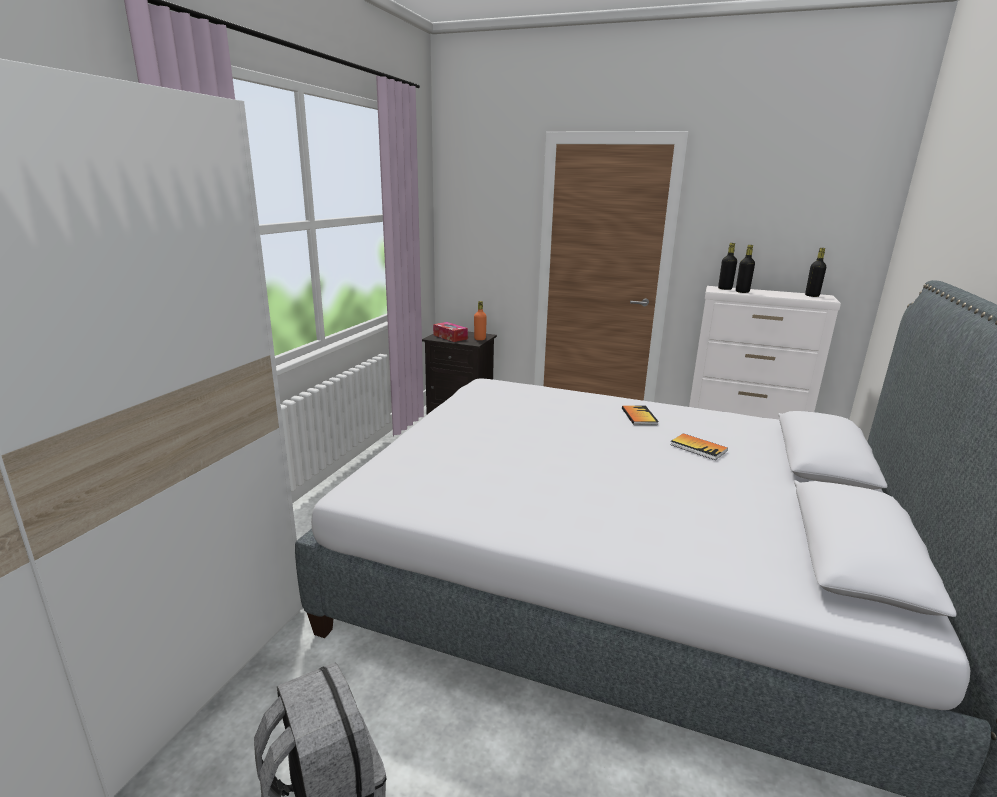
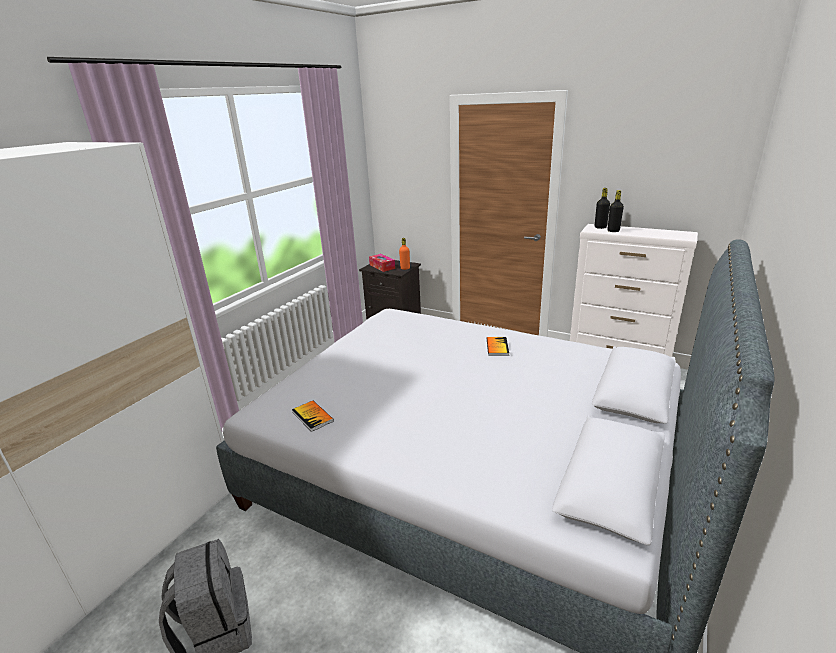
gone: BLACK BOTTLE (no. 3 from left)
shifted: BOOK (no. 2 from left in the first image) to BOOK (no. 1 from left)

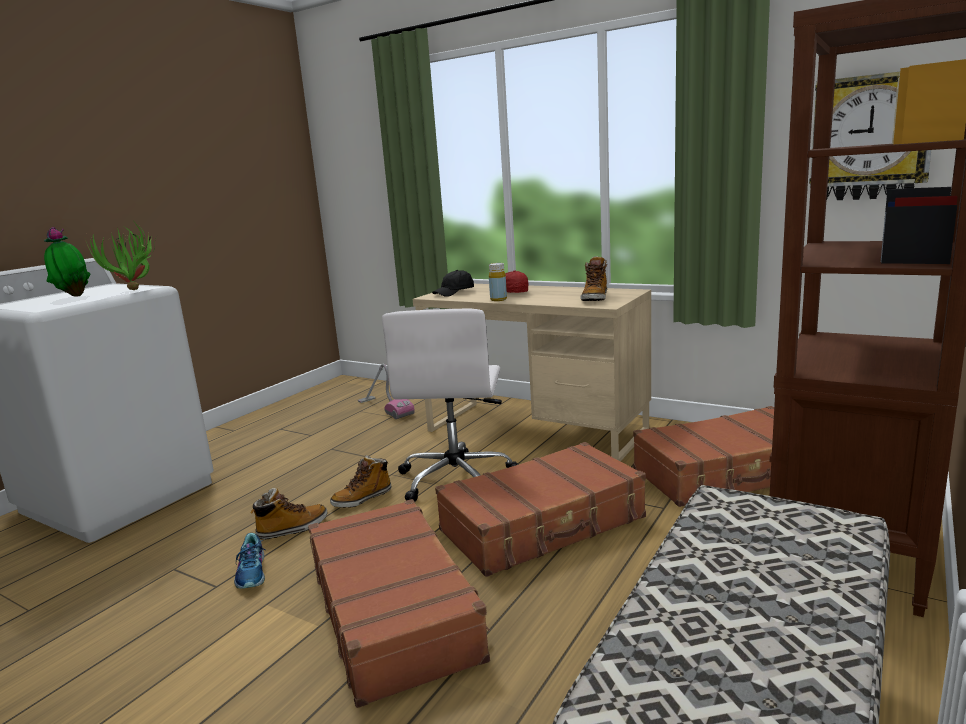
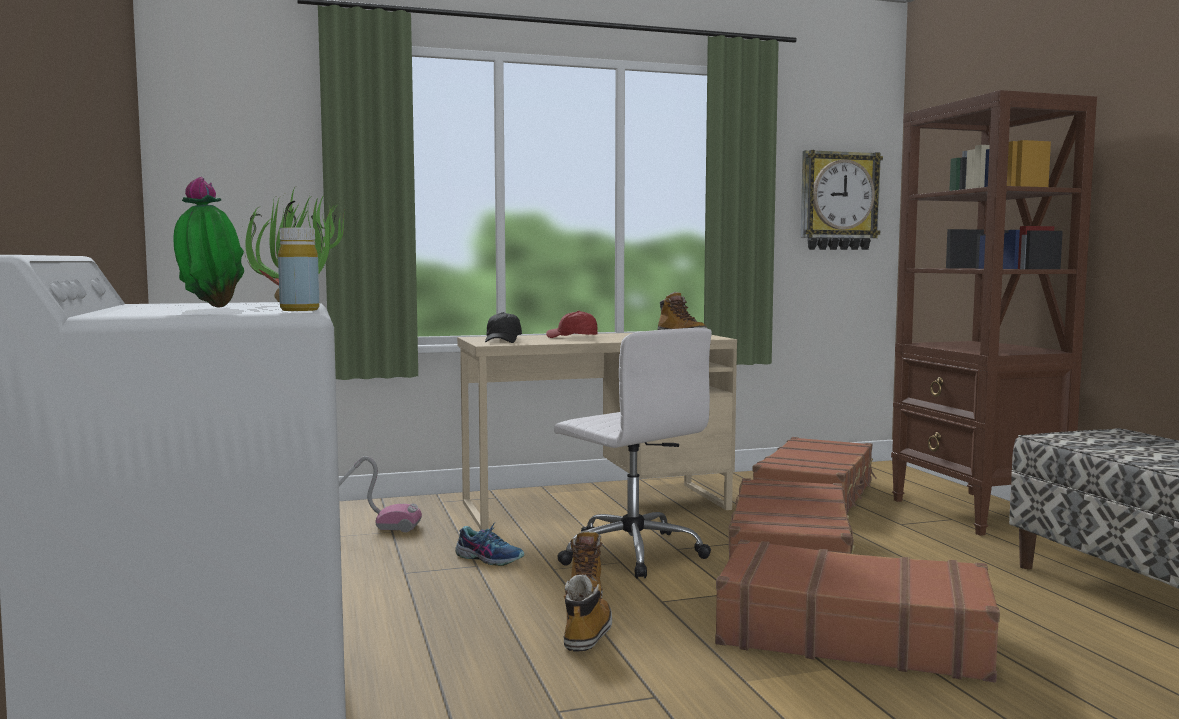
shifted: SHOE; YELLOW BOTTLE

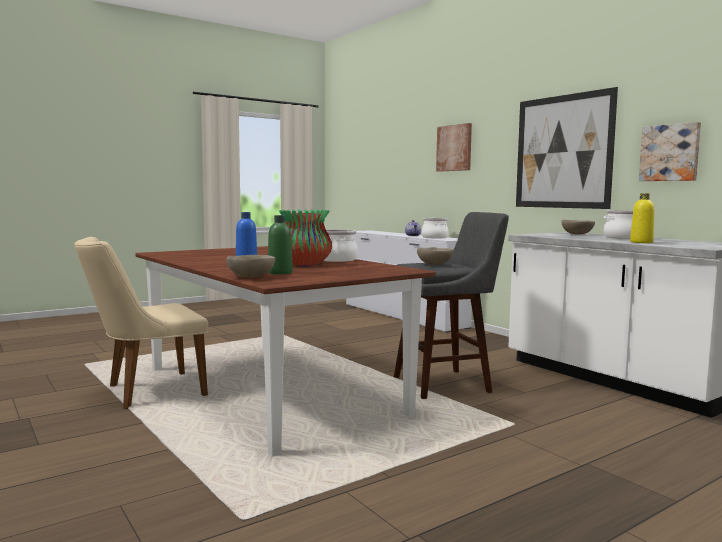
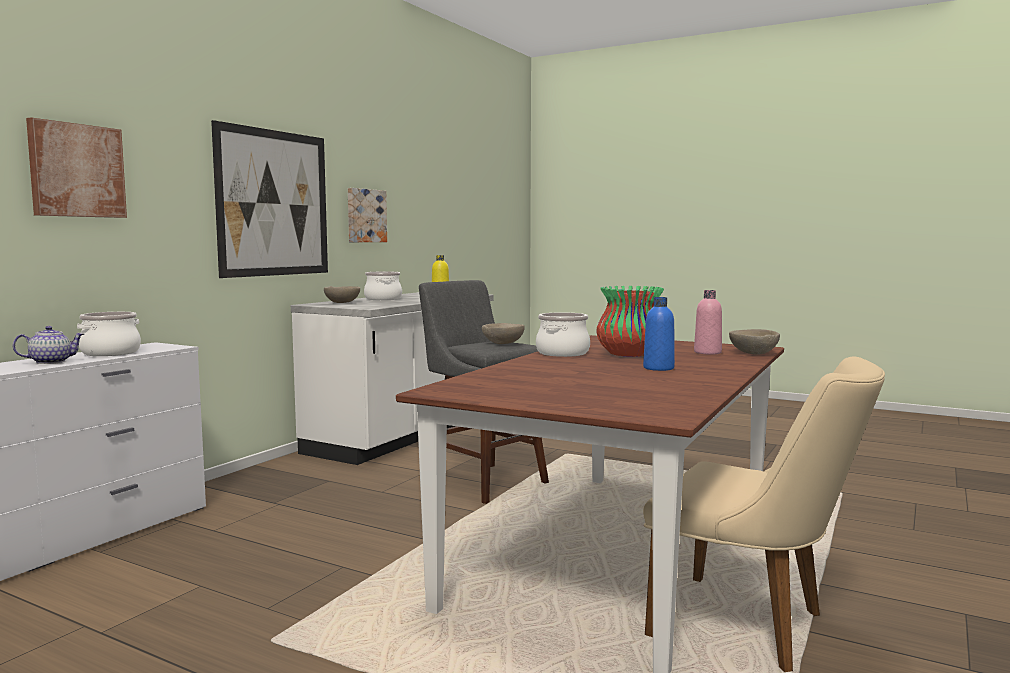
repainted: GREEN BOTTLE to PINK BOTTLE

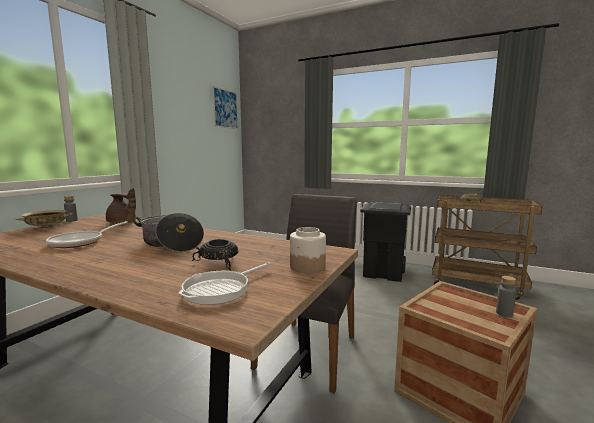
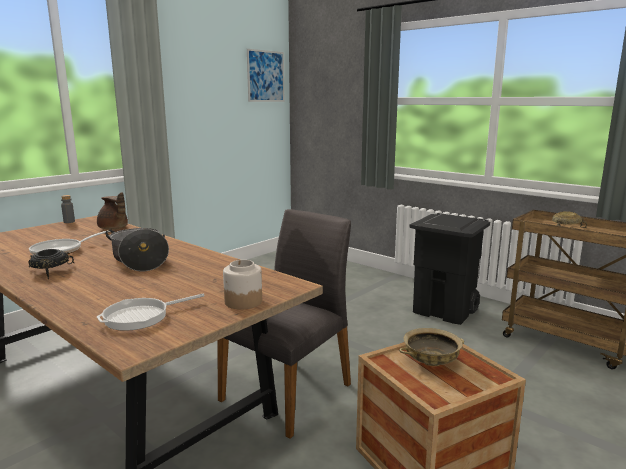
gone: GREY BOTTLE (no. 2 from left)
shifted: BEIGE BOWL (no. 1 from left); BLACK BOWL

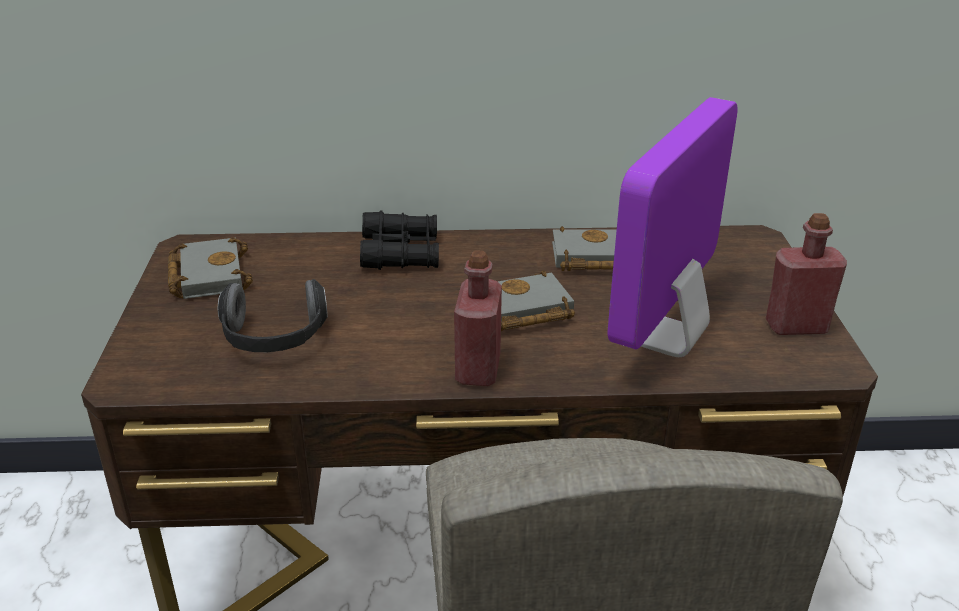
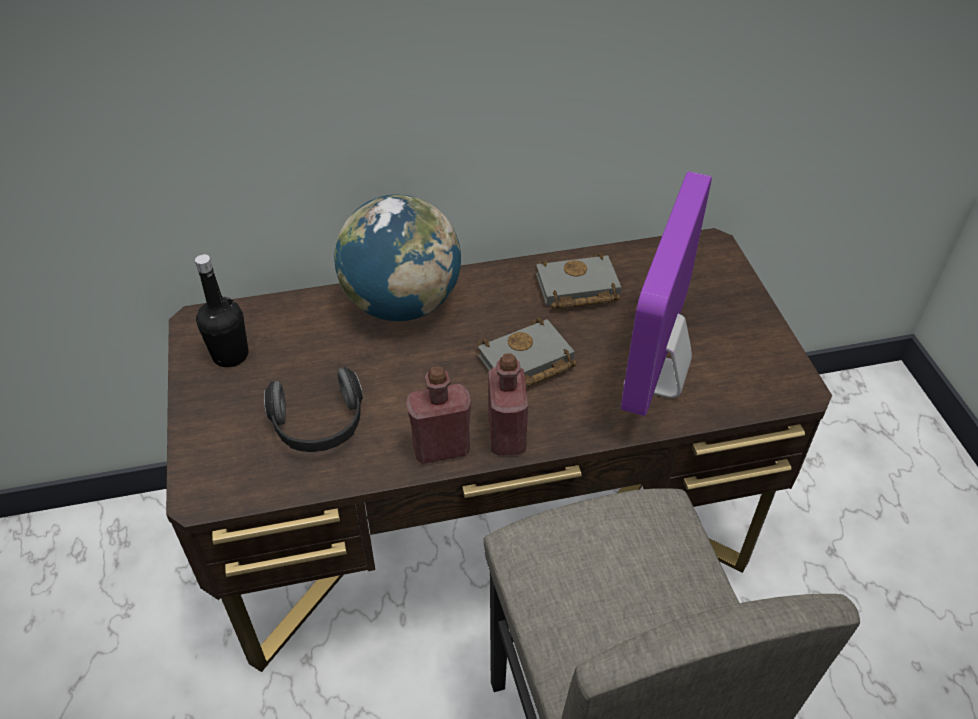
shifted: RED BOTTLE (no. 2 from left in the first image) to RED BOTTLE (no. 1 from left)
swapped: GREY BOOK (no. 1 from left) to BLACK BOTTLE; BLACK BINOCULARS to GLOBE

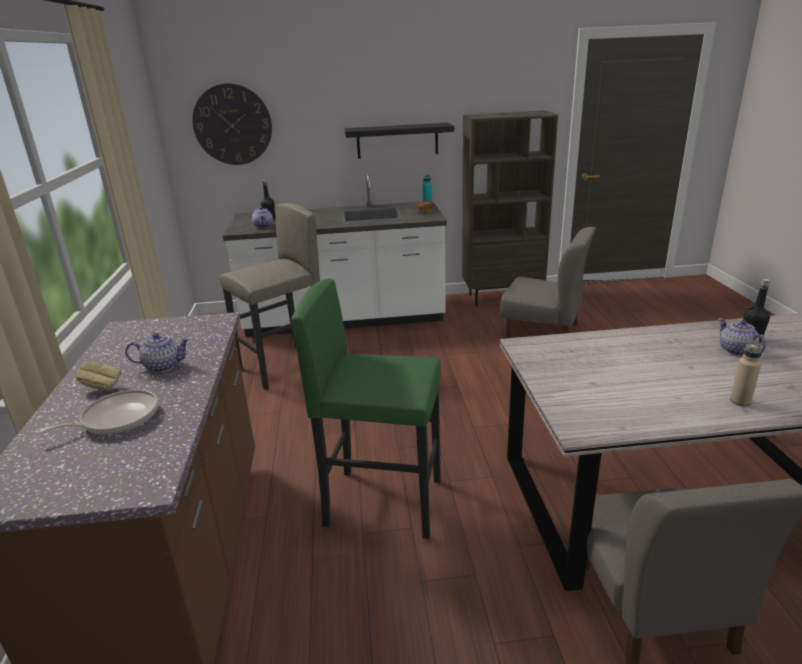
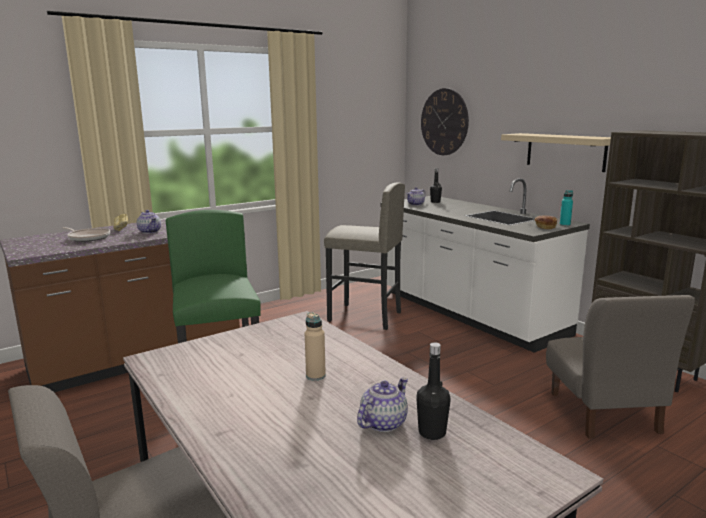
shifted: BEIGE BOTTLE
repainted: BLACK SHELF to BEIGE SHELF

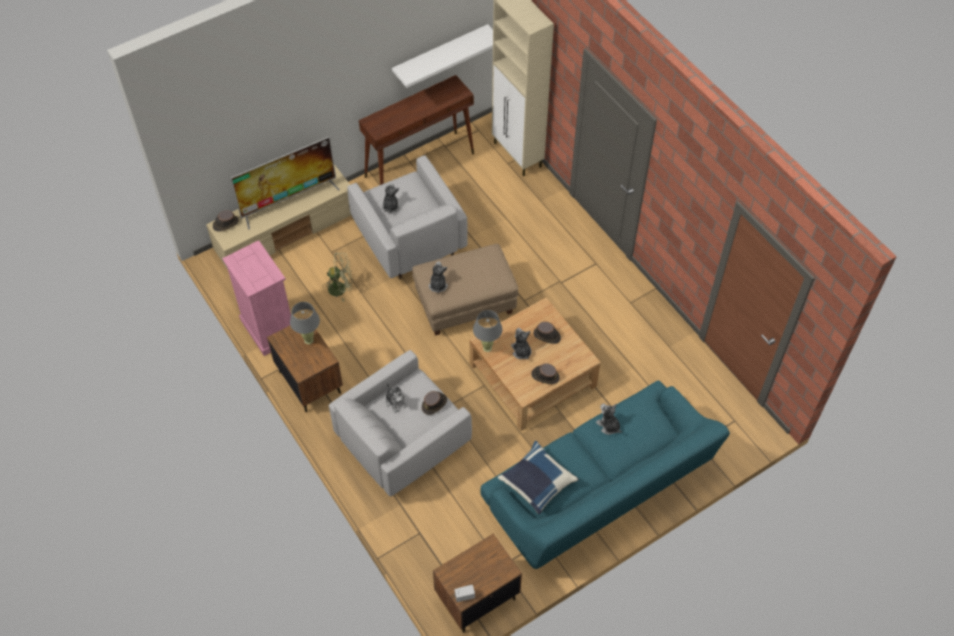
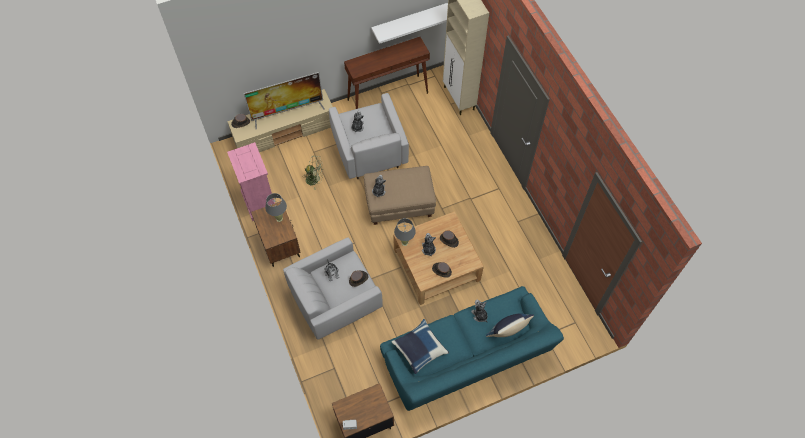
new: BLUE PILLOW (no. 2 from left)

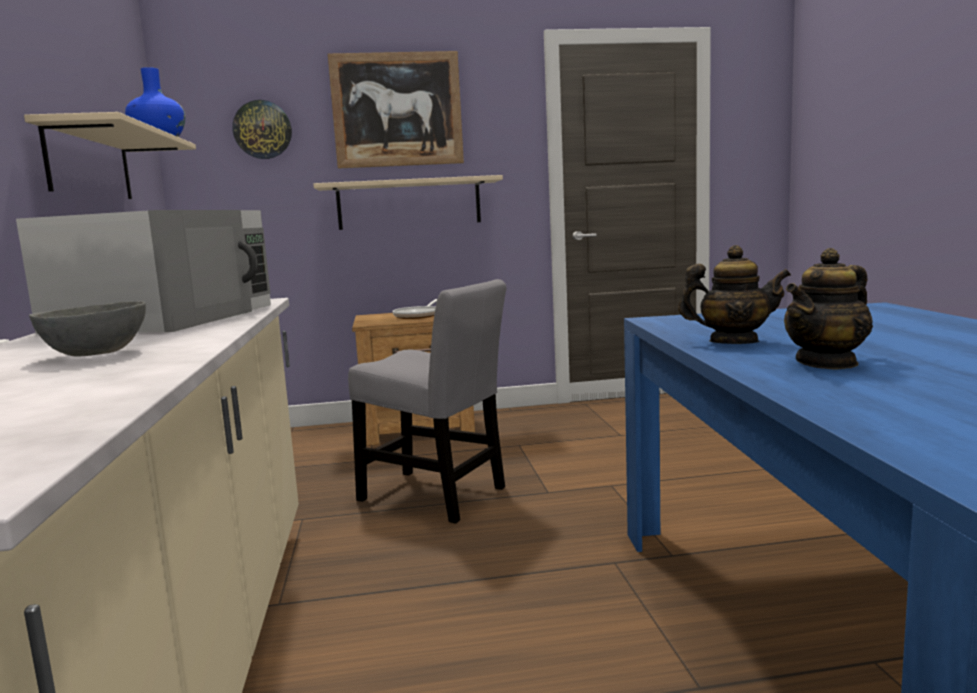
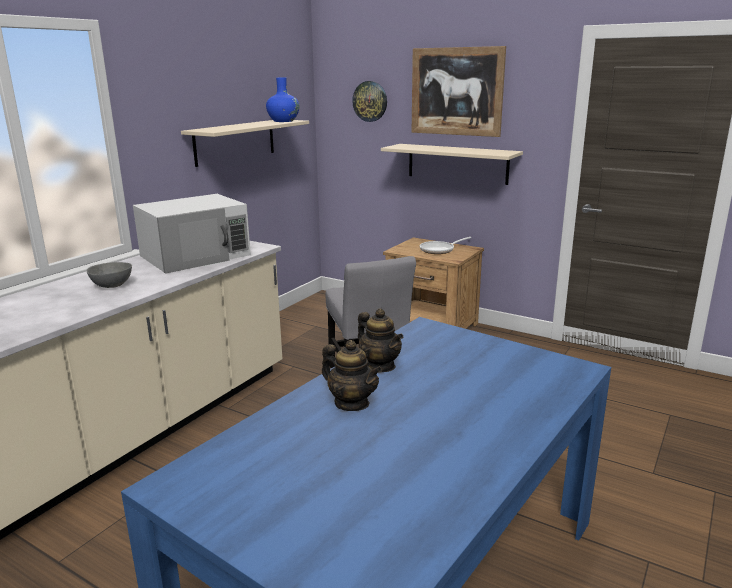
rotated: TEAPOT (no. 2 from left in the first image) 150 degrees counterclockwise

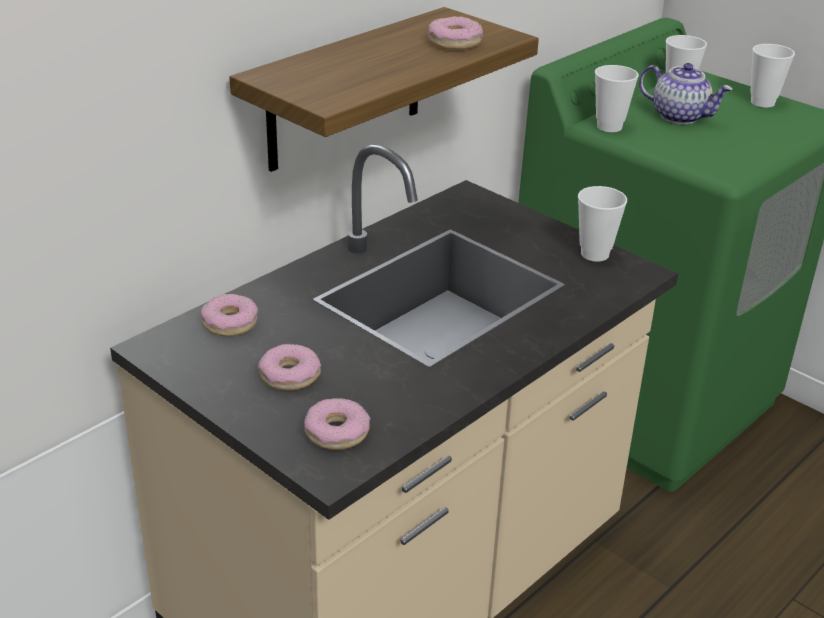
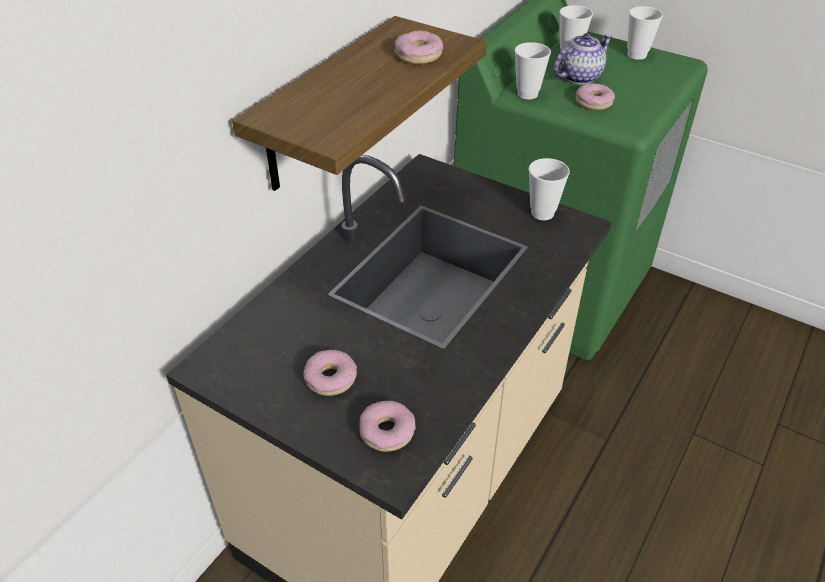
shifted: DONUT (no. 1 from left in the first image) to DONUT (no. 4 from left)
rotated: TEAPOT 60 degrees counterclockwise

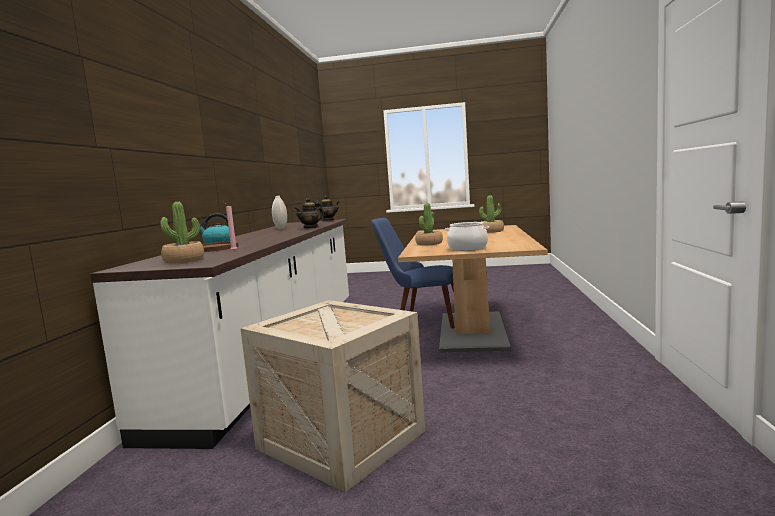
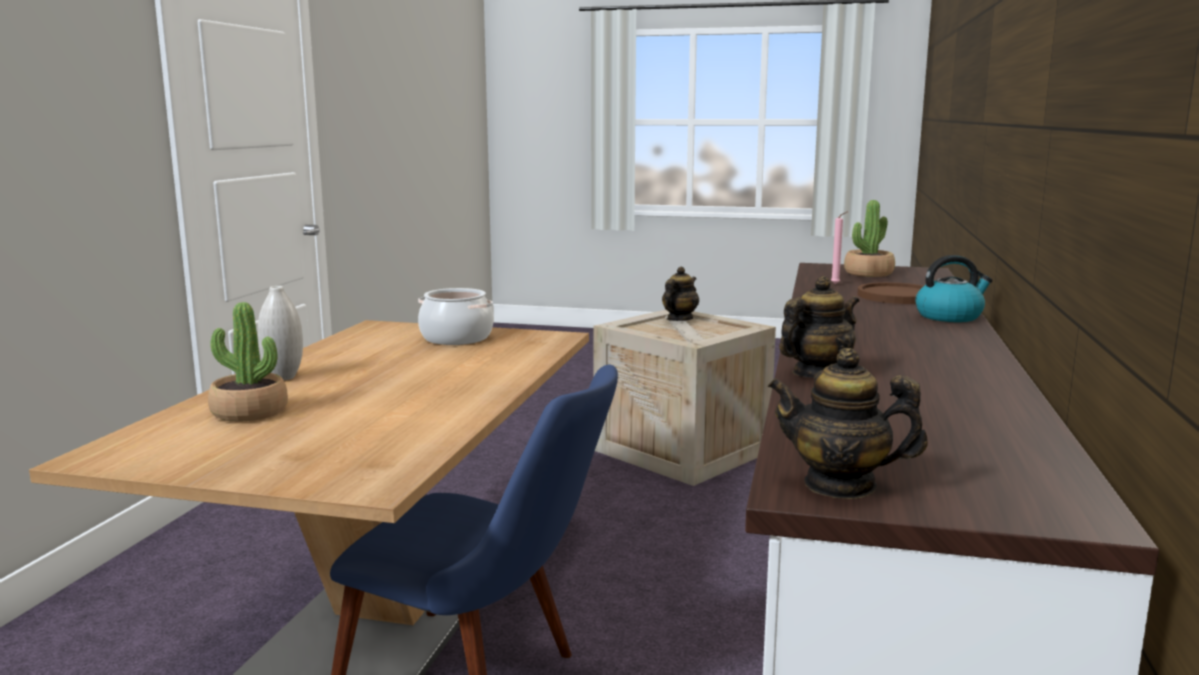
gone: POTTED PLANT (no. 2 from left)
new: TEAPOT (no. 1 from left)
shifted: WHITE VASE

